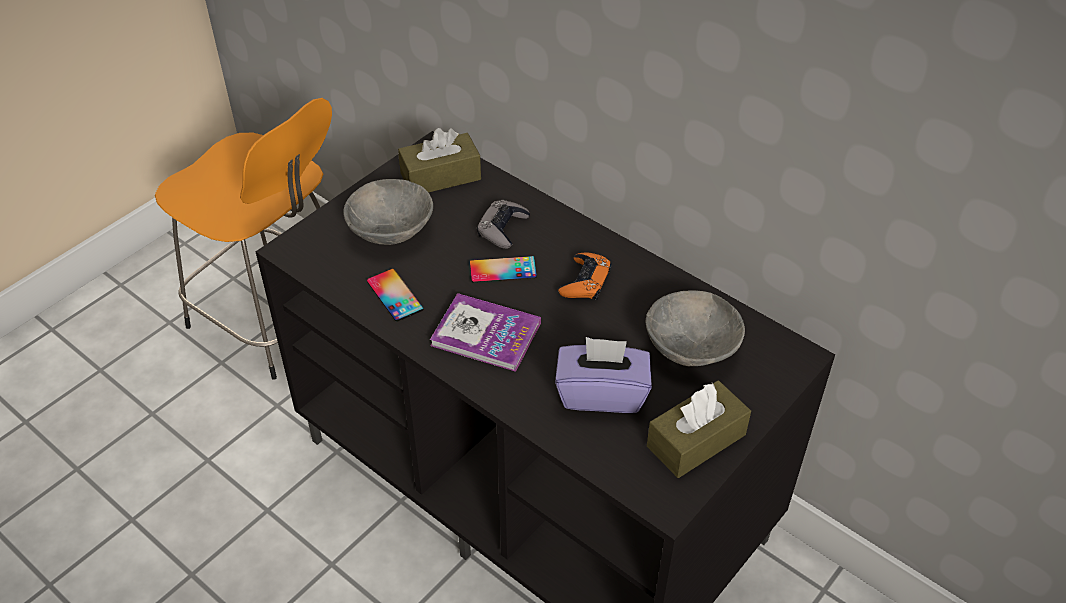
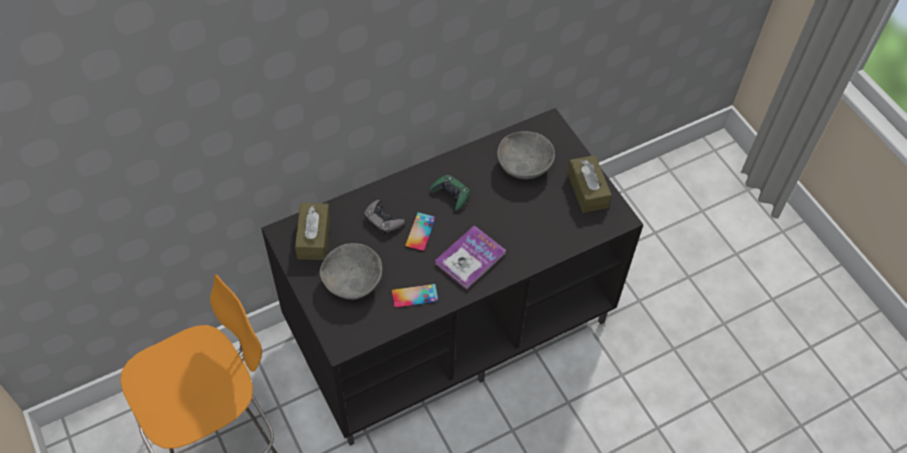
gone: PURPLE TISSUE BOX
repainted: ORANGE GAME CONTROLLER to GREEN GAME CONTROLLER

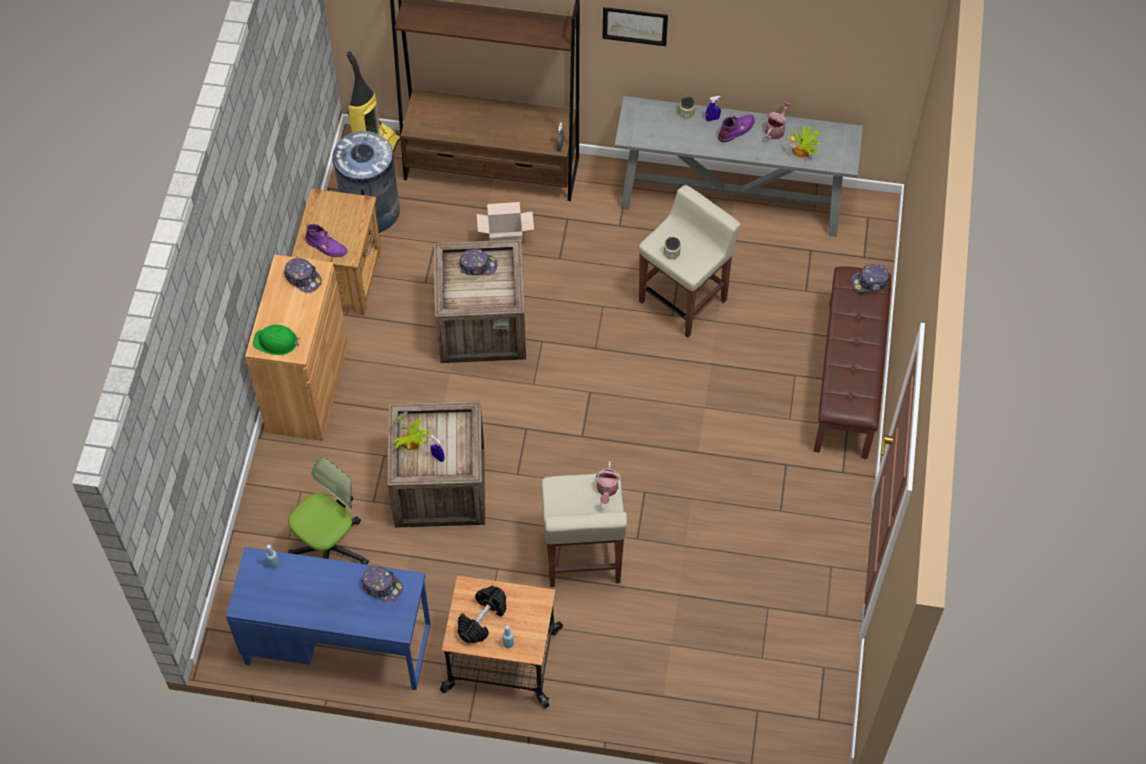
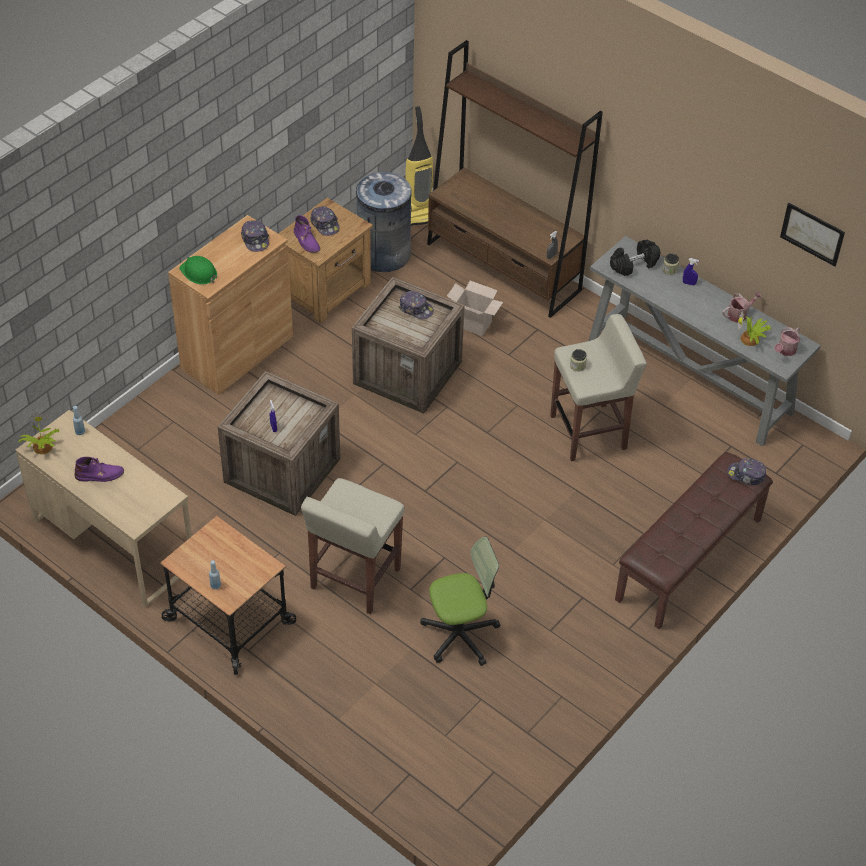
shifted: OFFICE CHAIR; CAP (no. 2 from left); POTTED PLANT (no. 1 from left); BLACK DUMBBELL; WATERING CAN (no. 1 from left in the first image) to WATERING CAN (no. 2 from left); PICTURE; PURPLE BOOT (no. 2 from left in the first image) to PURPLE BOOT (no. 1 from left)
repainted: BLUE DESK to BEIGE DESK

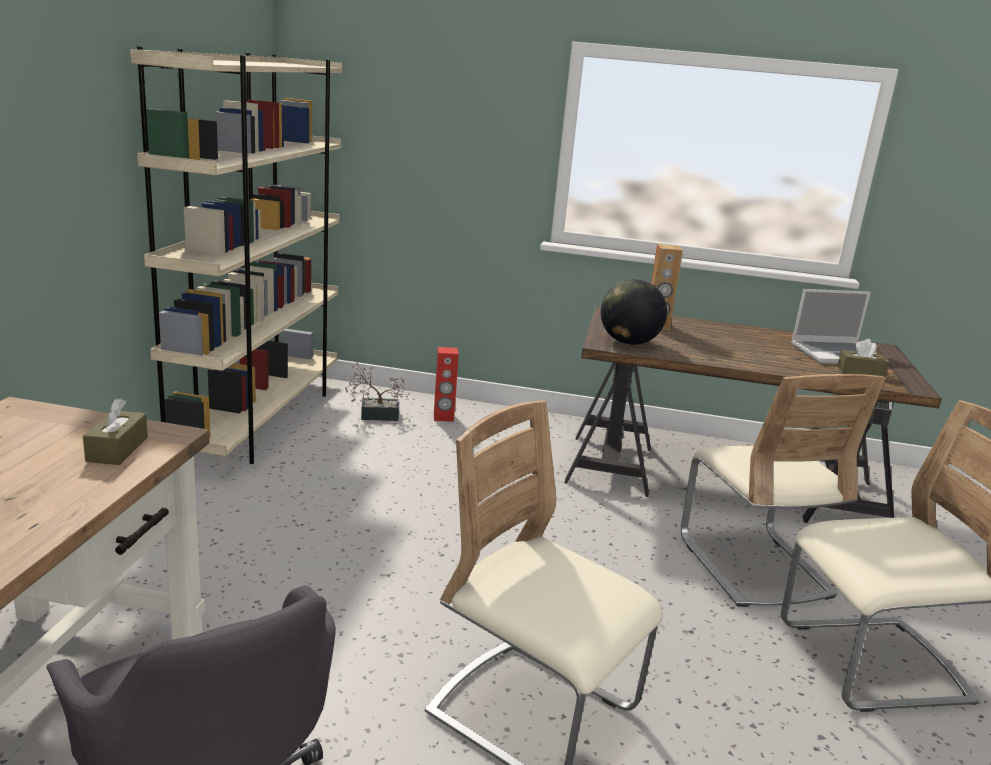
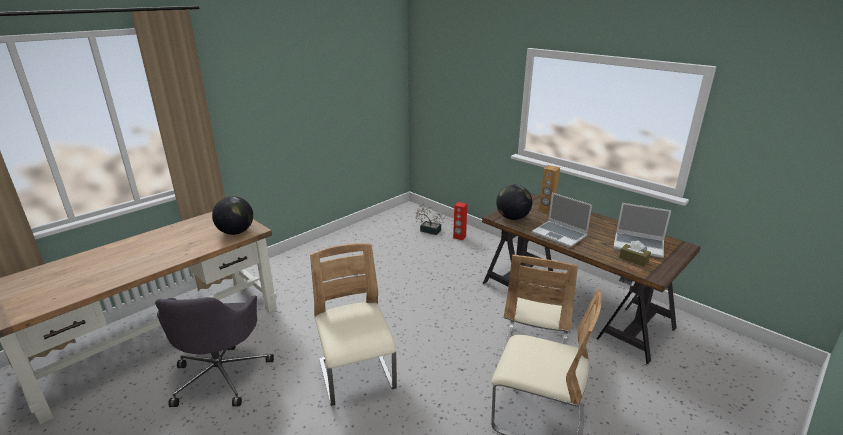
gone: BEIGE BOOKCASE
new: LAPTOP (no. 1 from left)
swapped: BROWN TISSUE BOX (no. 1 from left) to GLOBE (no. 1 from left)

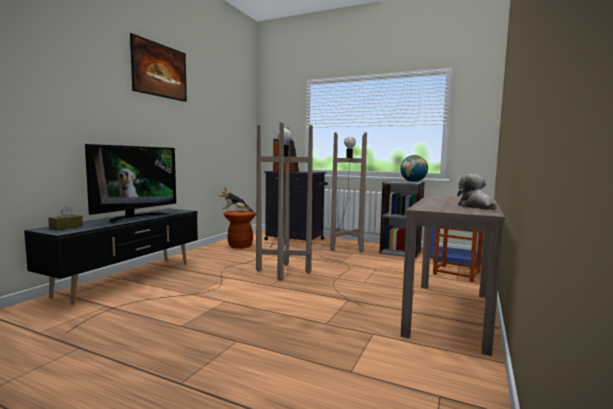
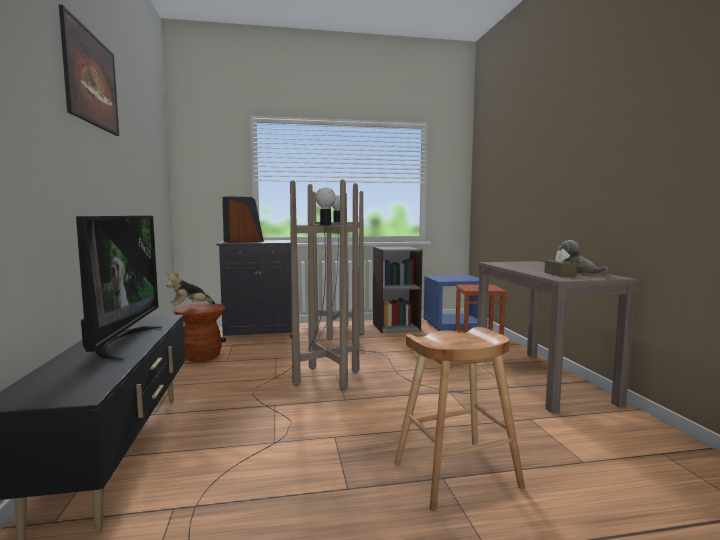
gone: GLOBE
new: BROWN STOOL (no. 2 from left)
shifted: BROWN TISSUE BOX

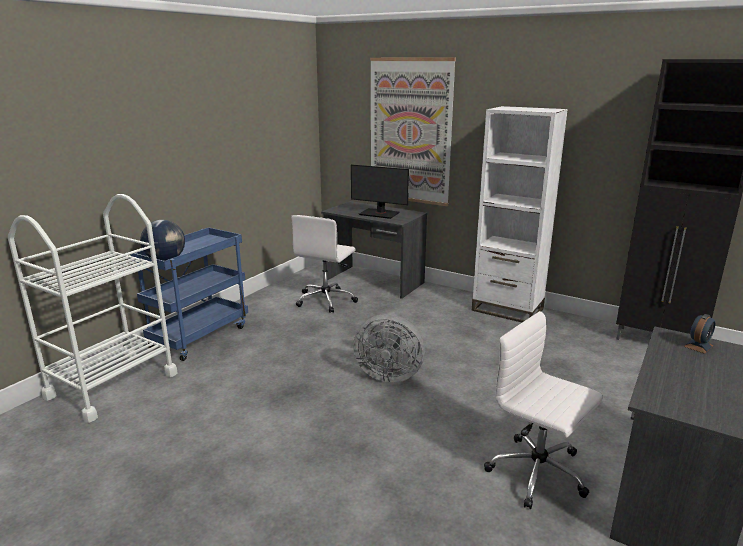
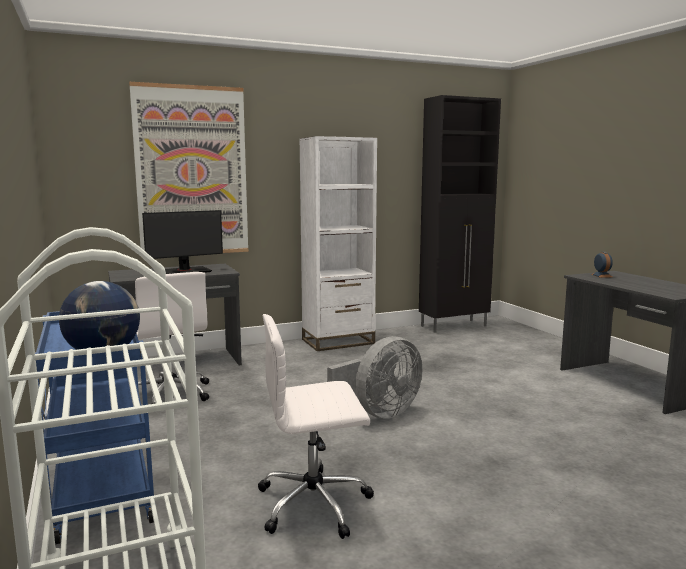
shifted: WHITE OFFICE CHAIR (no. 2 from left)

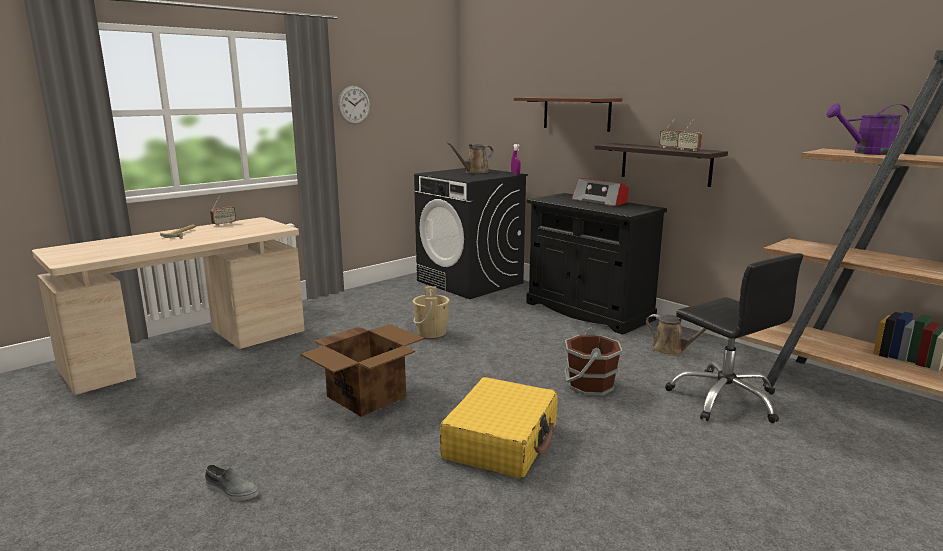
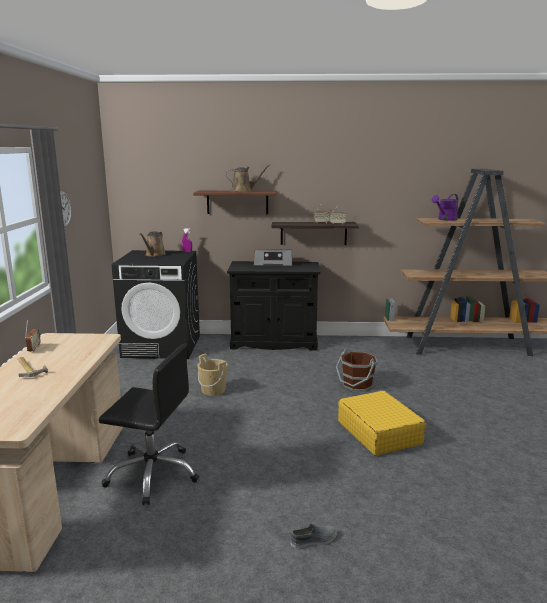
gone: CARDBOARD BOX
shifted: BROWN WATERING CAN (no. 2 from left); BLACK OFFICE CHAIR

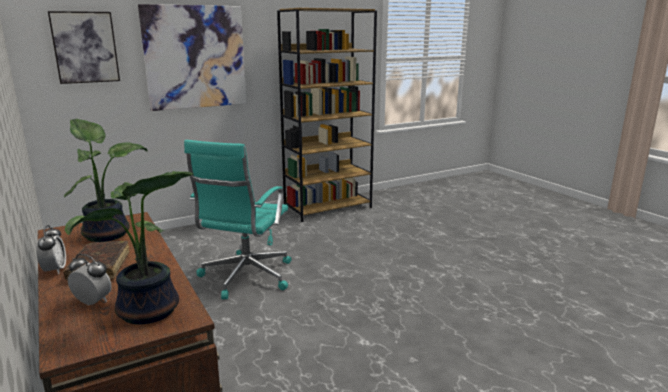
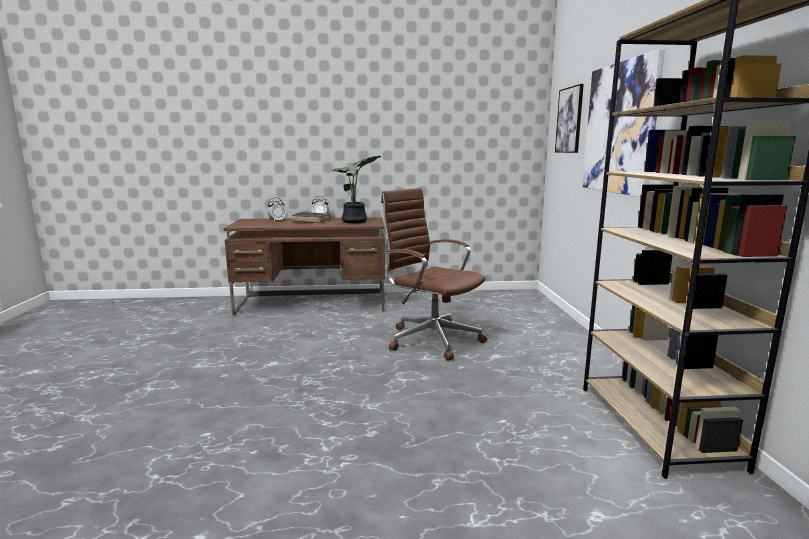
gone: POTTED PLANT (no. 2 from left)
repainted: TURQUOISE OFFICE CHAIR to BROWN OFFICE CHAIR

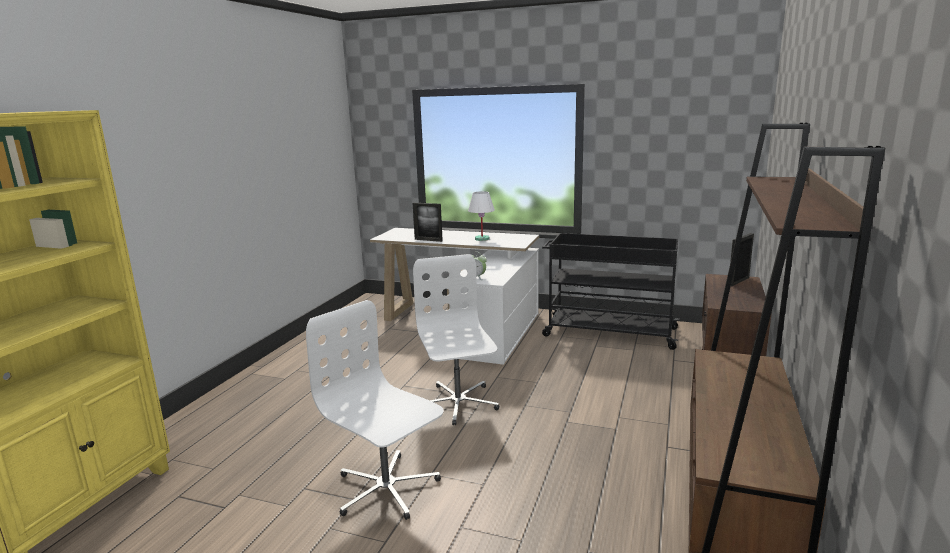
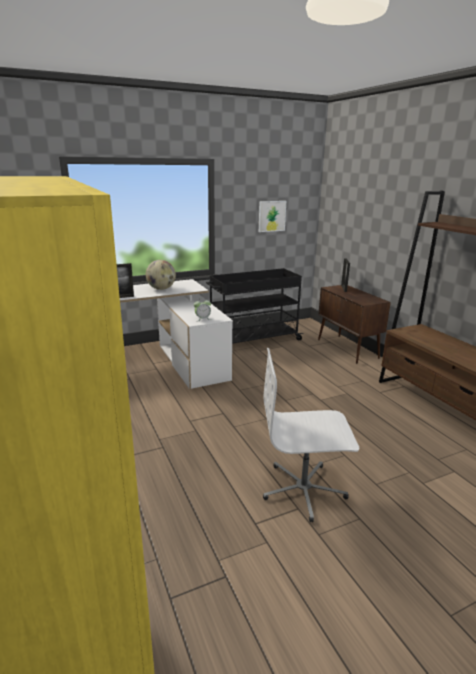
gone: WHITE OFFICE CHAIR (no. 2 from left)
new: PICTURE
swapped: WHITE TABLE LAMP to GLOBE

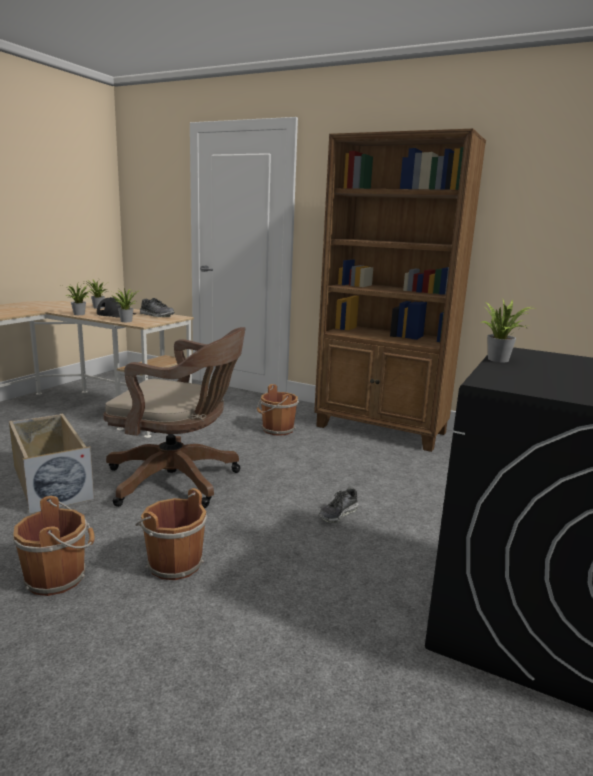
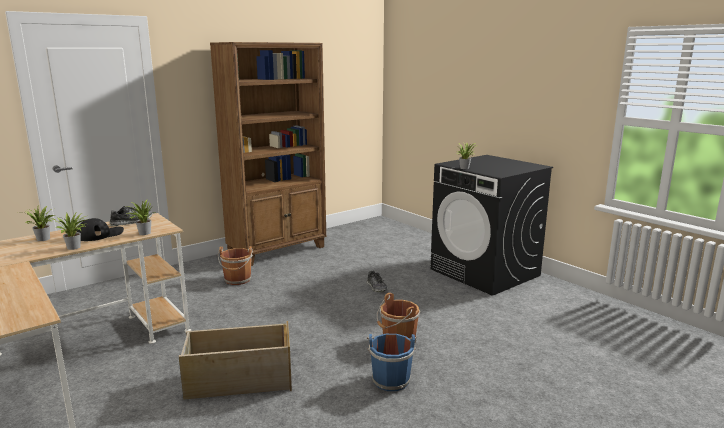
gone: BROWN OFFICE CHAIR
repainted: BROWN BUCKET (no. 1 from left) to BLUE BUCKET

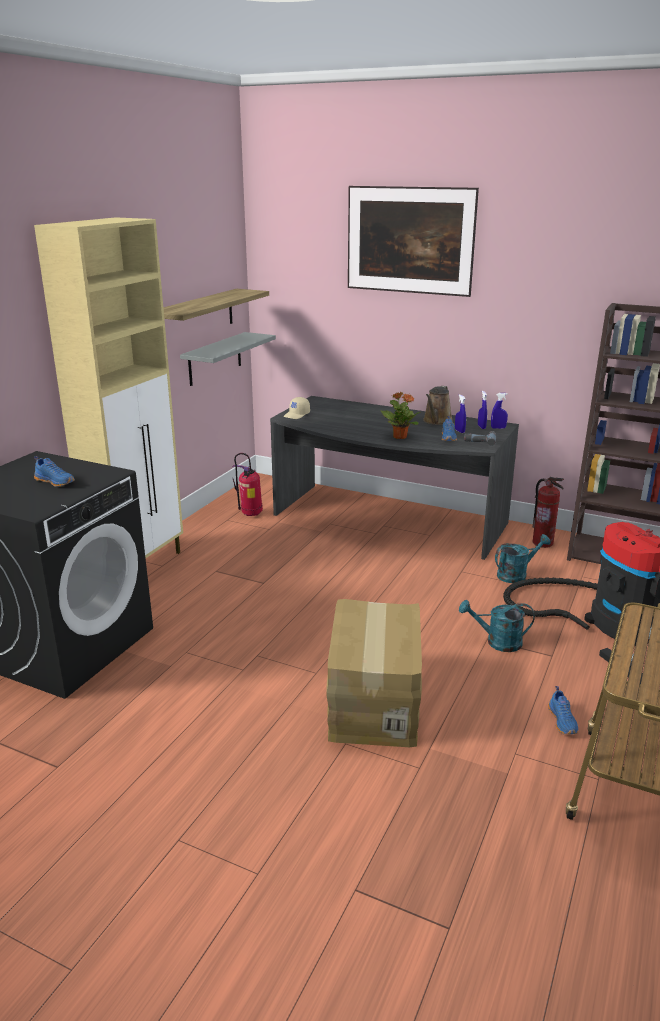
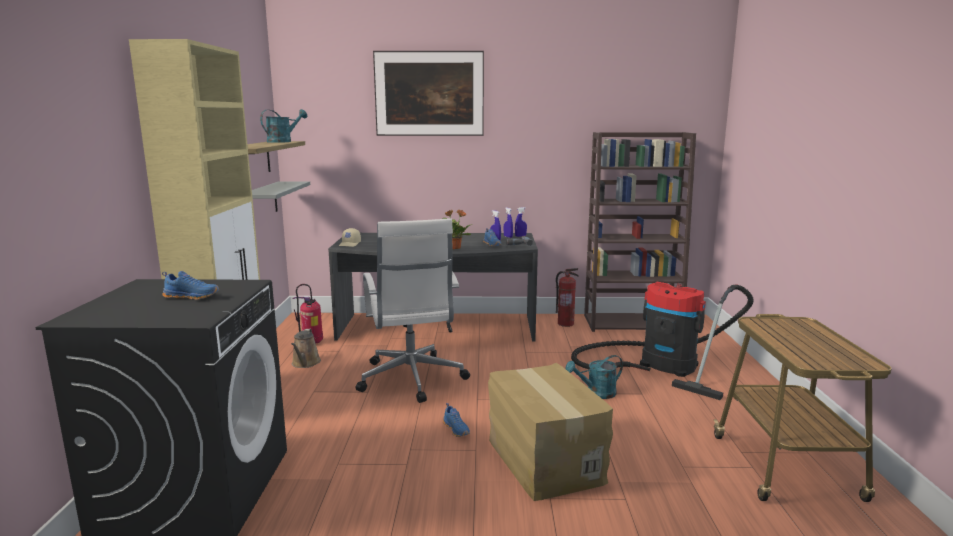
new: WHITE OFFICE CHAIR
shifted: BROWN WATERING CAN; TURQUOISE WATERING CAN (no. 2 from left in the first image) to TURQUOISE WATERING CAN (no. 1 from left); BLUE SHOE (no. 3 from left in the first image) to BLUE SHOE (no. 2 from left)

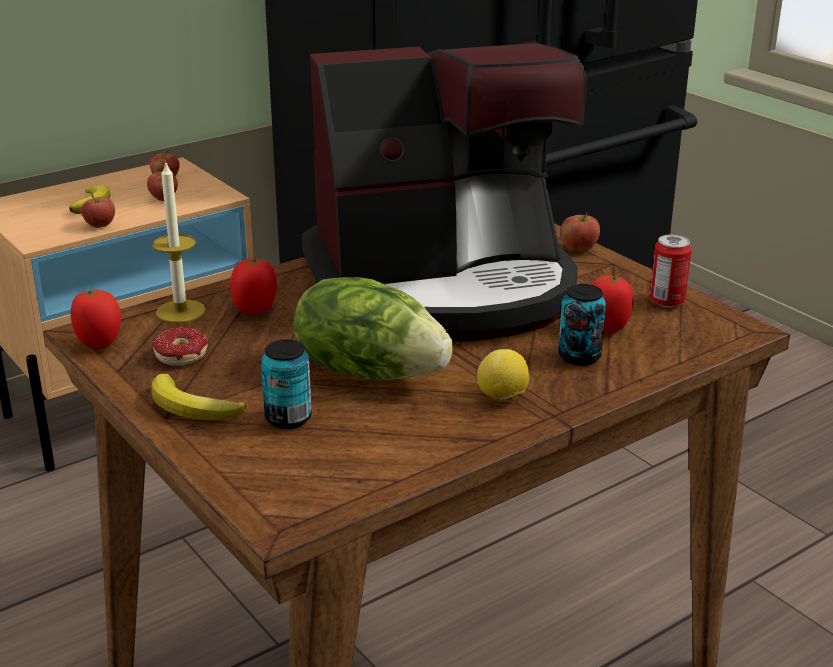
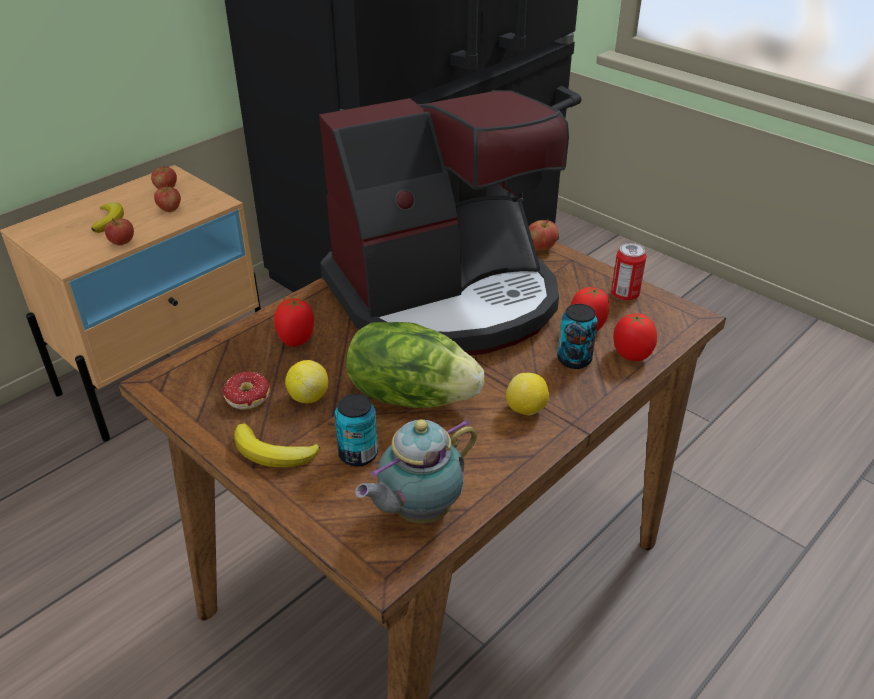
gone: CANDLE
new: LEMON (no. 1 from left); TEAPOT
shifted: TOMATO (no. 1 from left in the first image) to TOMATO (no. 3 from left)

